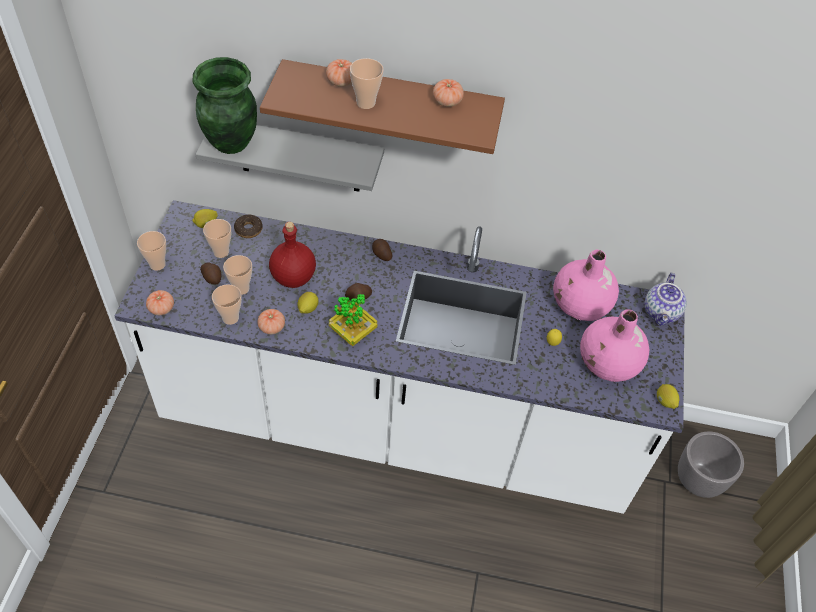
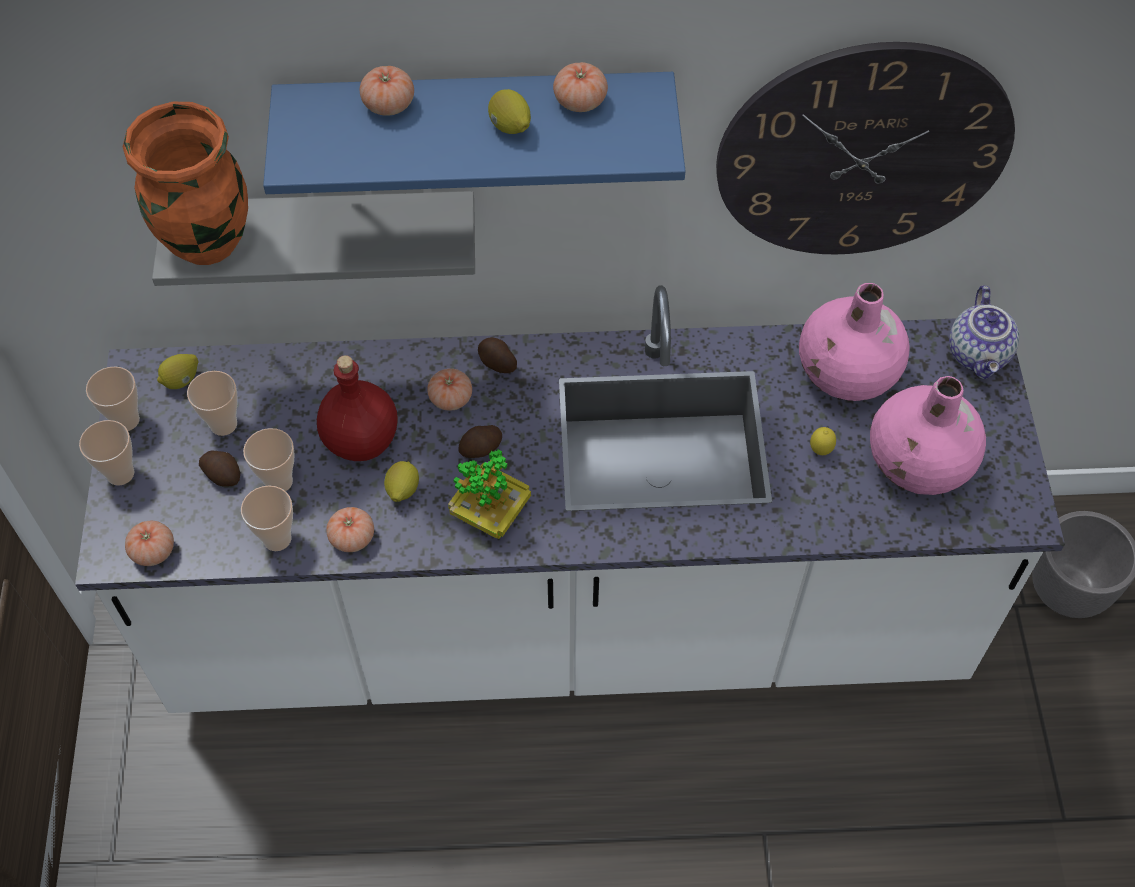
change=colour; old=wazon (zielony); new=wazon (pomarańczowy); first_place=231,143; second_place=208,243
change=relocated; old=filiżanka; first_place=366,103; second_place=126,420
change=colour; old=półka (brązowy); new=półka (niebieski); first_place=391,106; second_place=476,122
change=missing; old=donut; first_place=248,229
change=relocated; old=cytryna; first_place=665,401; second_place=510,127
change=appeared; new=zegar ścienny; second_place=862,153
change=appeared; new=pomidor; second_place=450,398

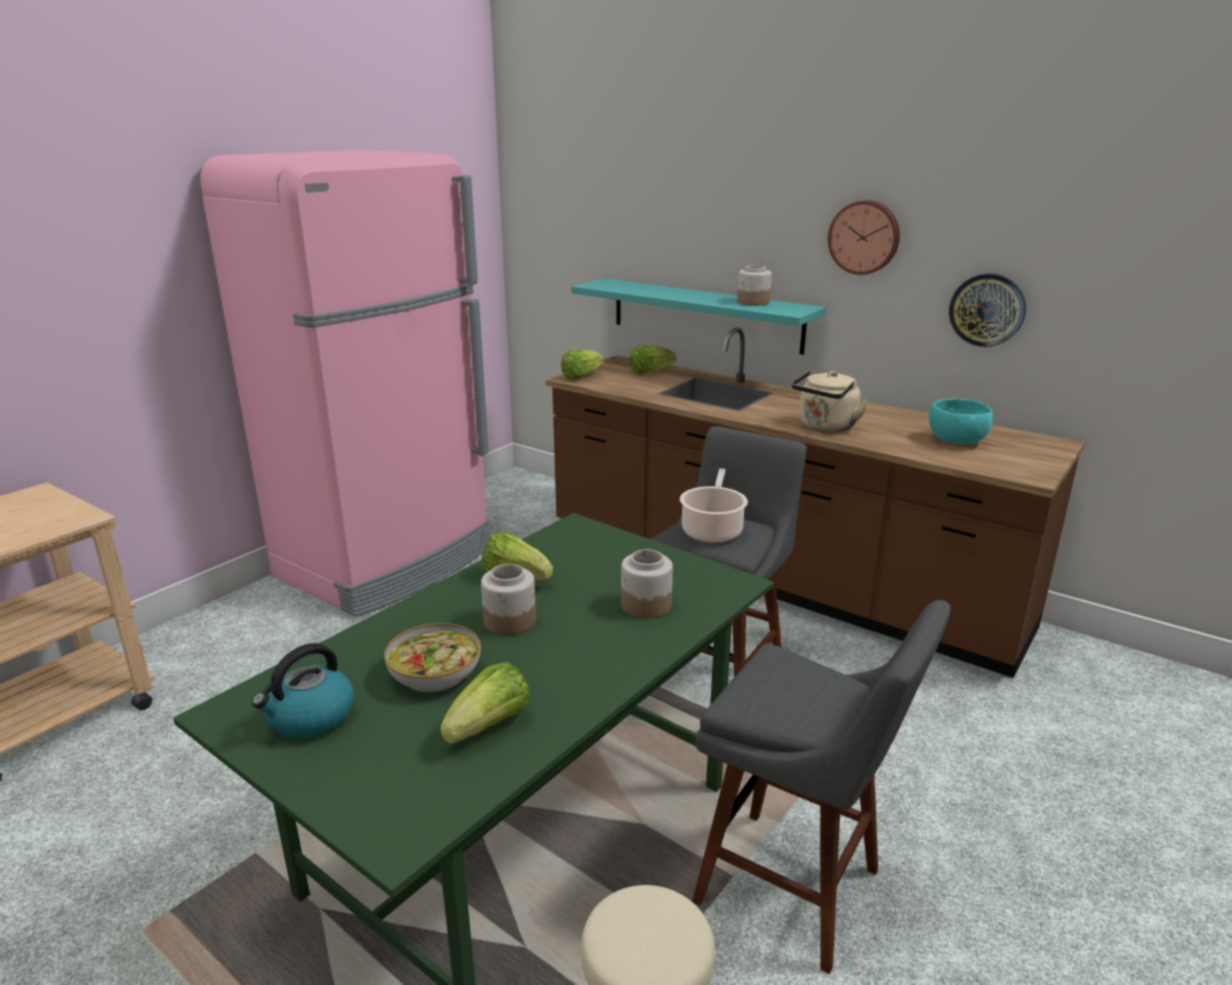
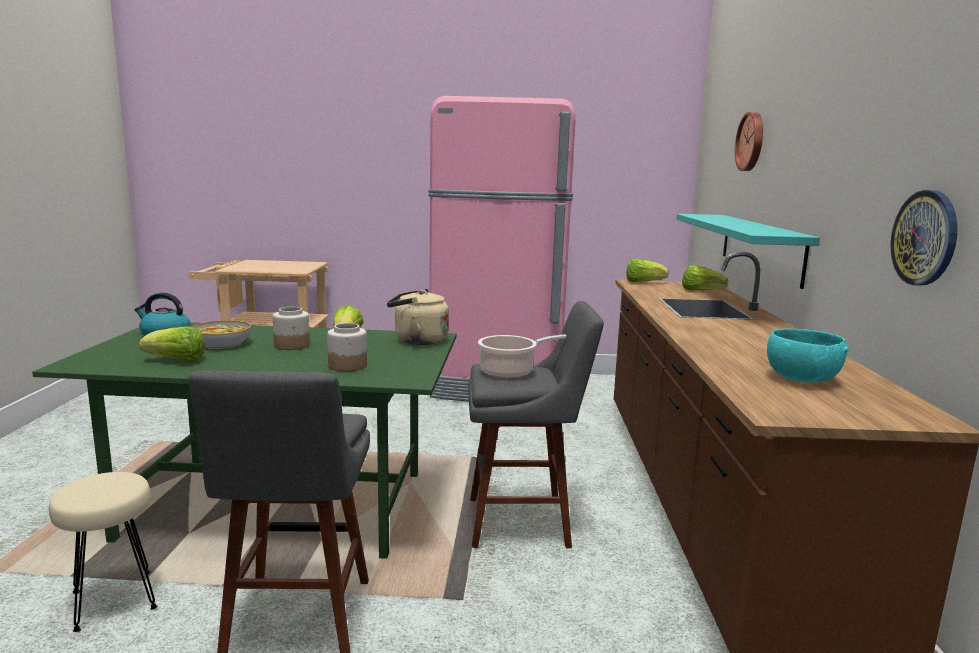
change=relocated; old=zegar ścienny; first_place=864,237; second_place=751,141
change=missing; old=słoik; first_place=753,302
change=relocated; old=czajnik (beżowy); first_place=825,427; second_place=417,340

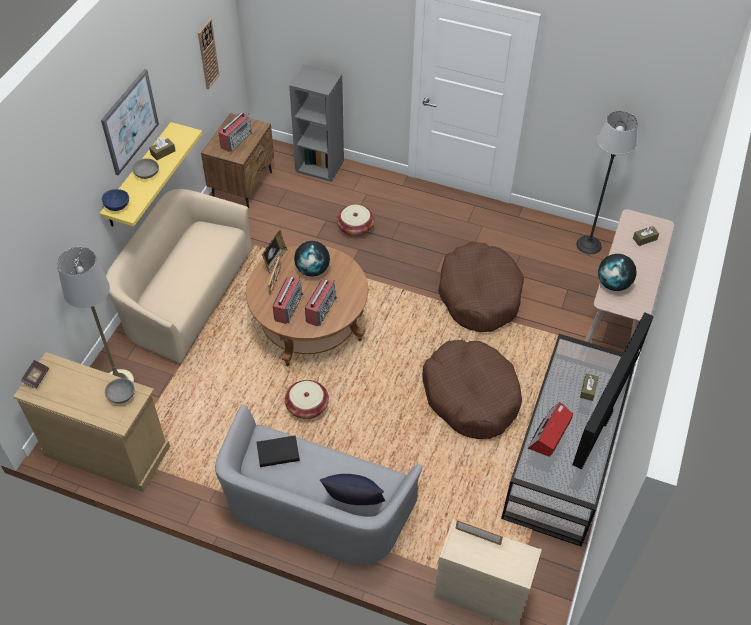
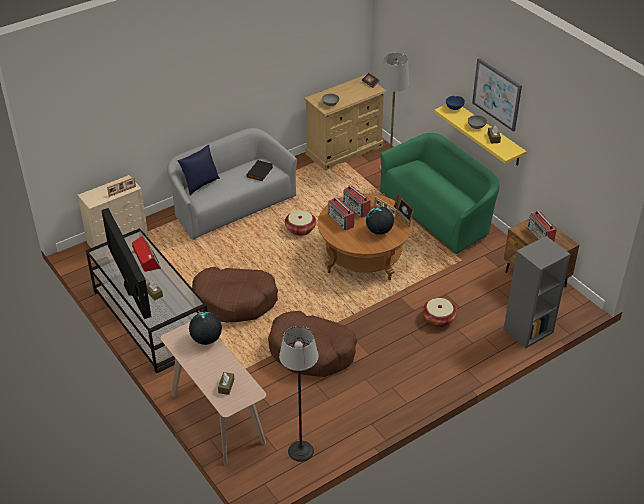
change=missing; old=zegar ścienny; first_place=208,54
change=colour; old=kanapa (beżowy); new=kanapa (zielony); first_place=185,296; second_place=438,213

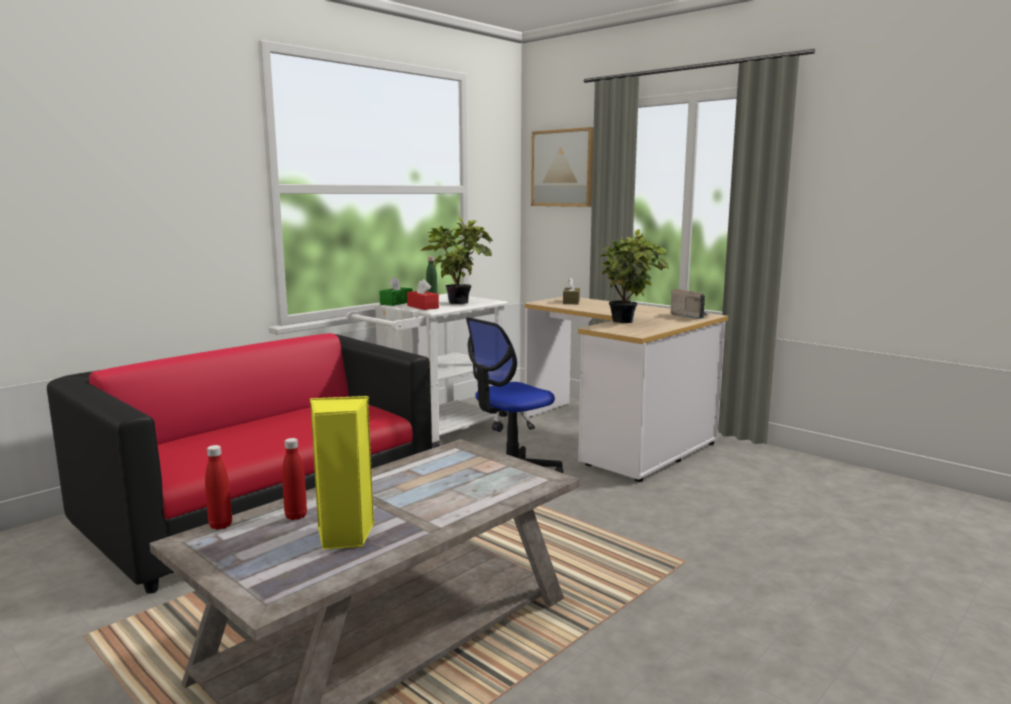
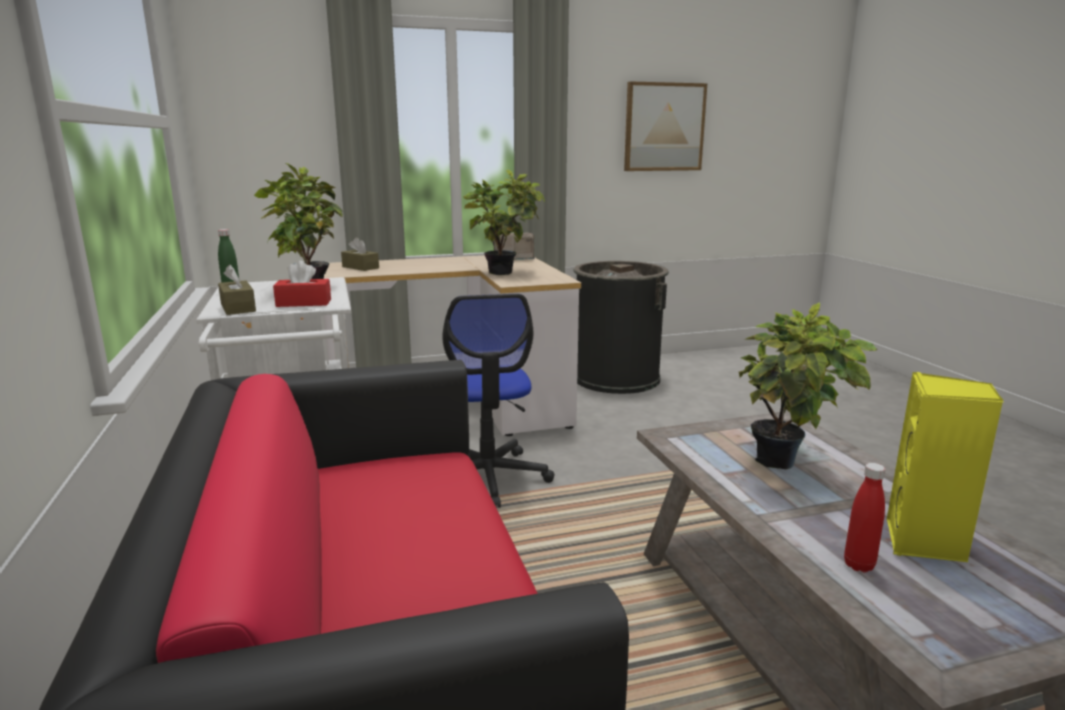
change=relocated; old=obraz; first_place=563,168; second_place=664,127
change=colour; old=pudełko chusteczek (zielony); new=pudełko chusteczek (brązowy); first_place=396,303; second_place=238,308
change=missing; old=butelka (czerwony); first_place=220,525
change=appeared; new=kosz na śmieci (czarny); second_place=616,378
change=appeared; new=roślina doniczkowa; second_place=785,466

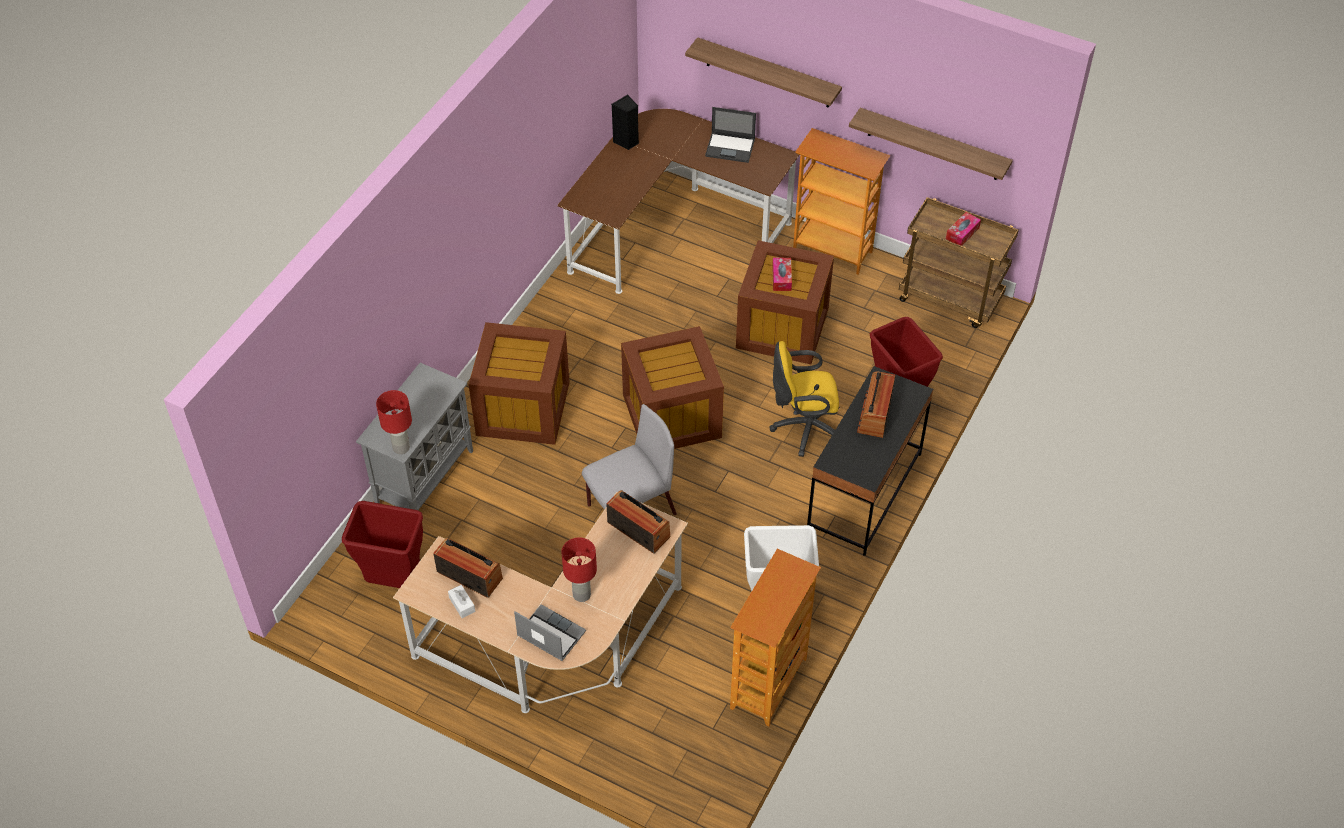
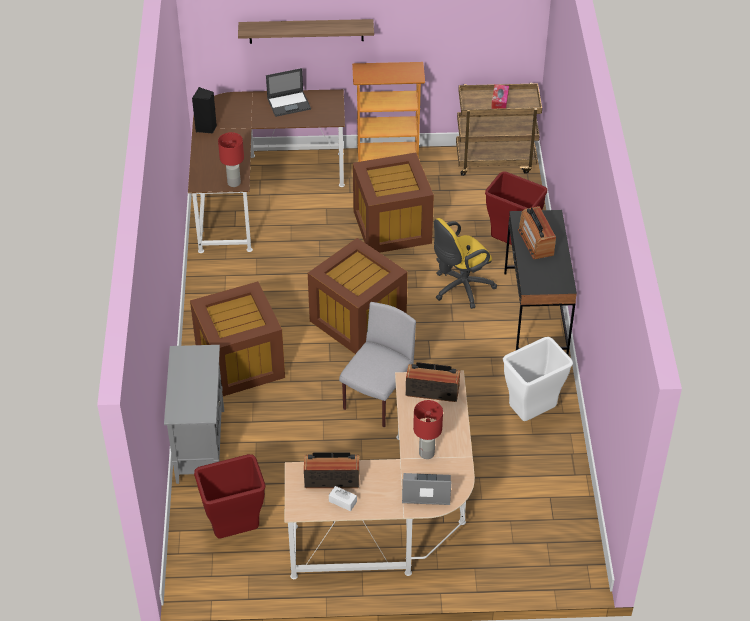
change=missing; old=półka; first_place=933,145
change=missing; old=pudełko chusteczek; first_place=781,278
change=relocated; old=lampa stołowa (czerwony); first_place=400,448; second_place=233,183
change=missing; old=regał; first_place=769,684

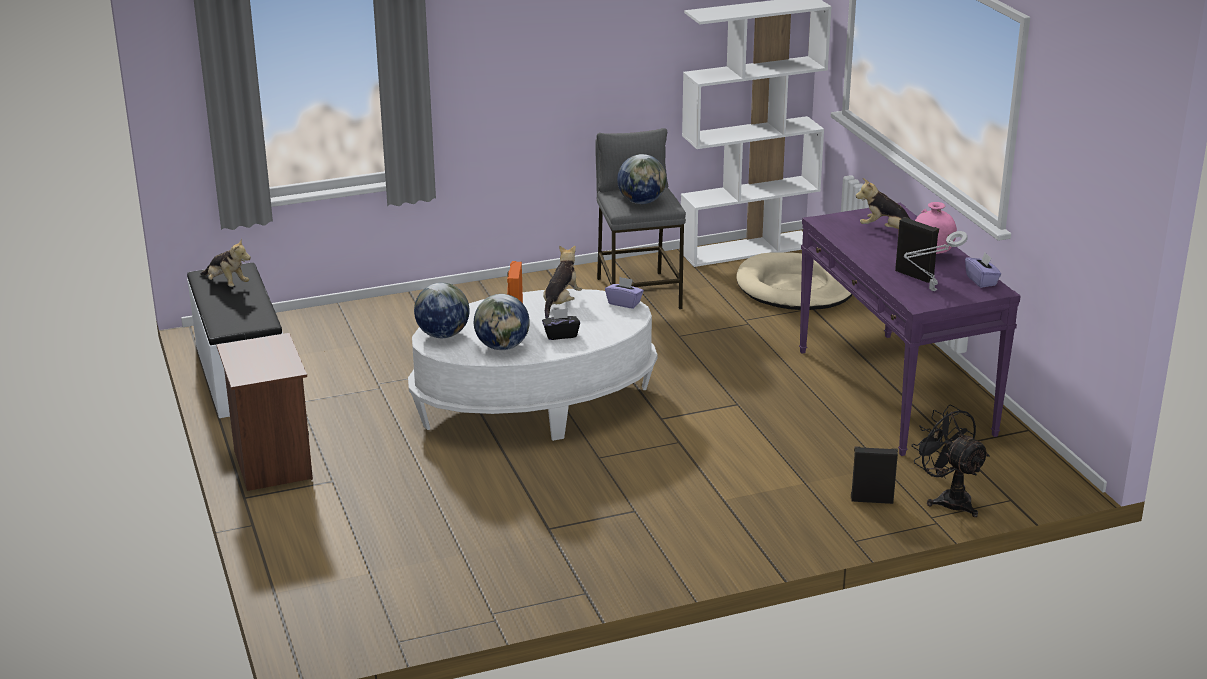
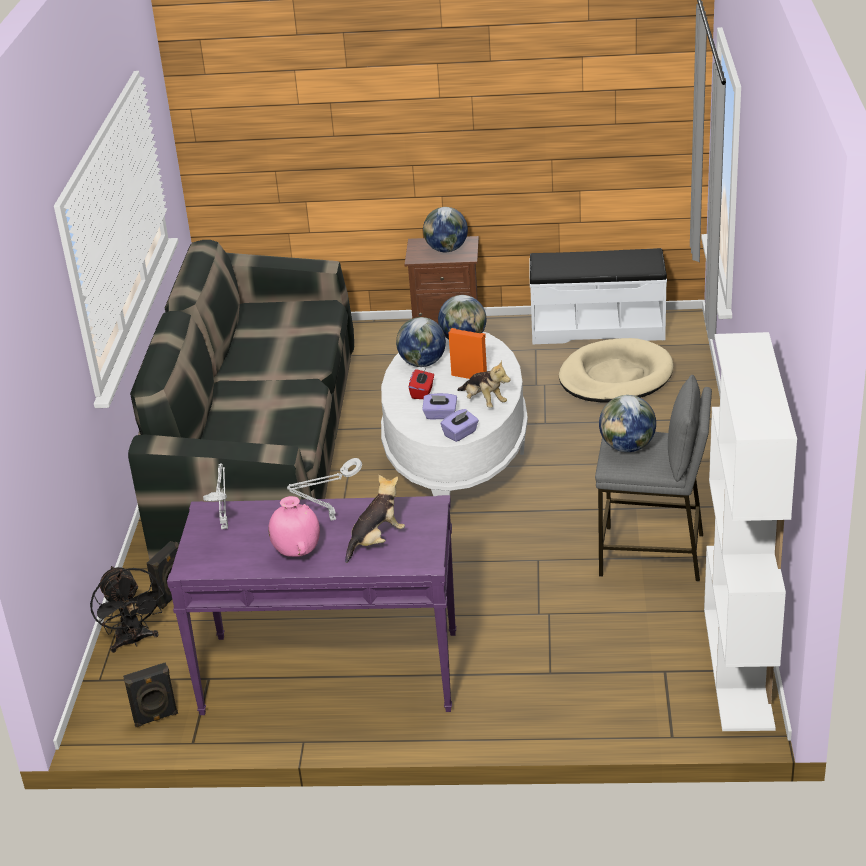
change=relocated; old=głośnik (czarny); first_place=915,275; second_place=156,718
change=missing; old=pluszak; first_place=226,284
change=relocated; old=legowisko (beżowy); first_place=794,288; second_place=615,377
change=relocated; old=pudełko chusteczek (fioletowy); first_place=981,281; second_place=440,415
change=colour; old=pudełko chusteczek (czarny); new=pudełko chusteczek (czerwony); first_place=561,335; second_place=422,392
change=spun; old=wentylator (czarny); first_place=948,499; second_place=133,641; degrees=75
change=appeared; new=globus; second_place=446,250
change=appeared; new=kanapa; second_place=262,449
change=appeared; new=lampa stołowa (szary); second_place=330,519

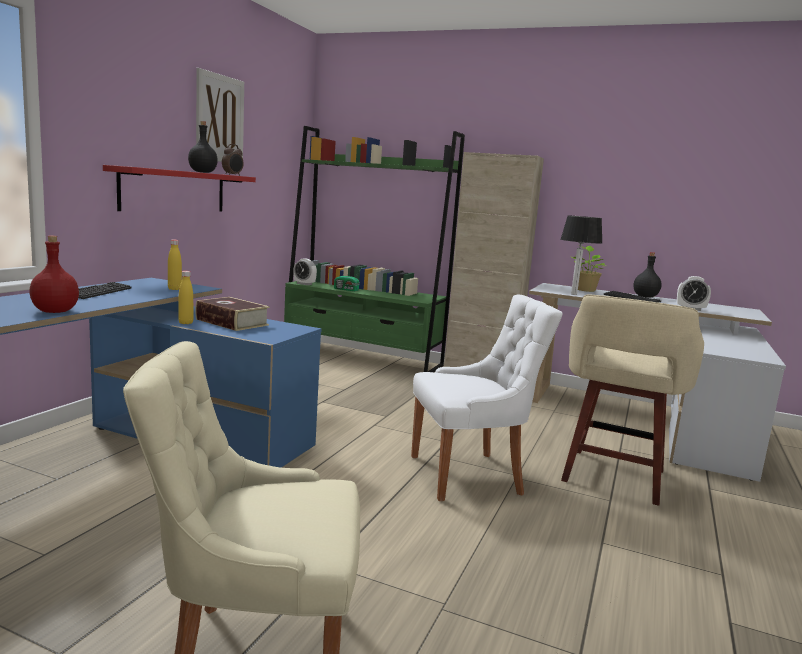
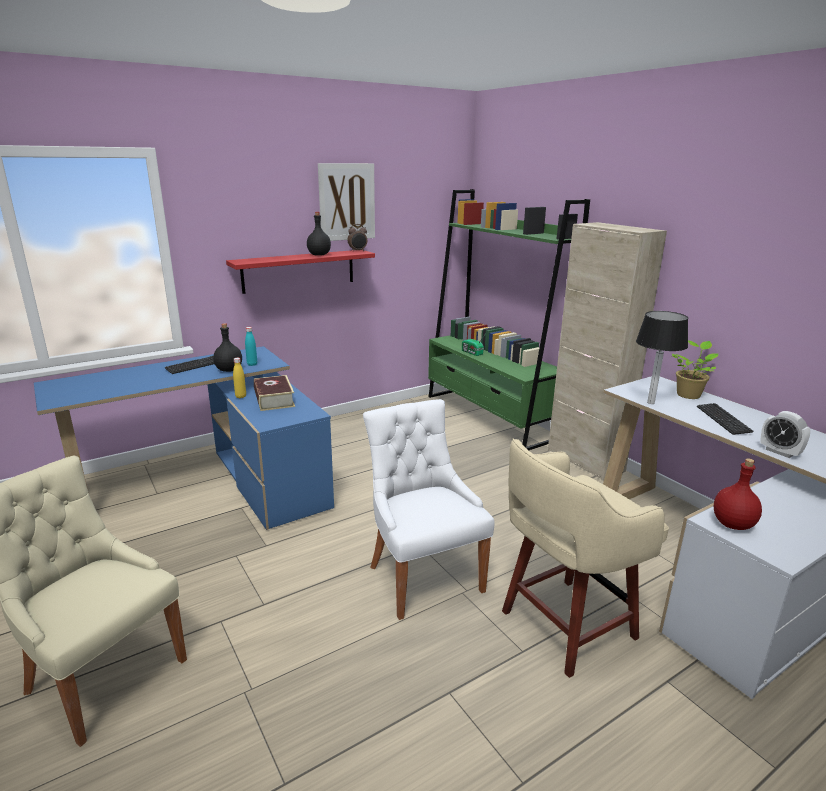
change=relocated; old=butelka (czerwony); first_place=56,311; second_place=733,524
change=colour; old=butelka (żółty); new=butelka (turkusowy); first_place=174,289; second_place=252,364
change=relocated; old=butelka (czarny); first_place=645,296; second_place=229,370
change=missing; old=budzik; first_place=304,284
change=spun; old=krzesło (biały); first_place=470,475; second_place=423,576; degrees=-135

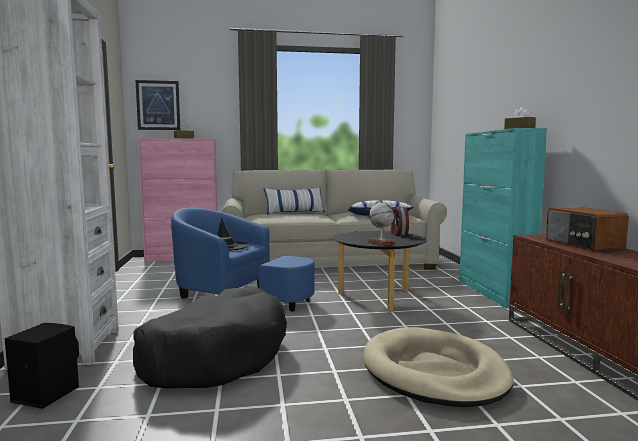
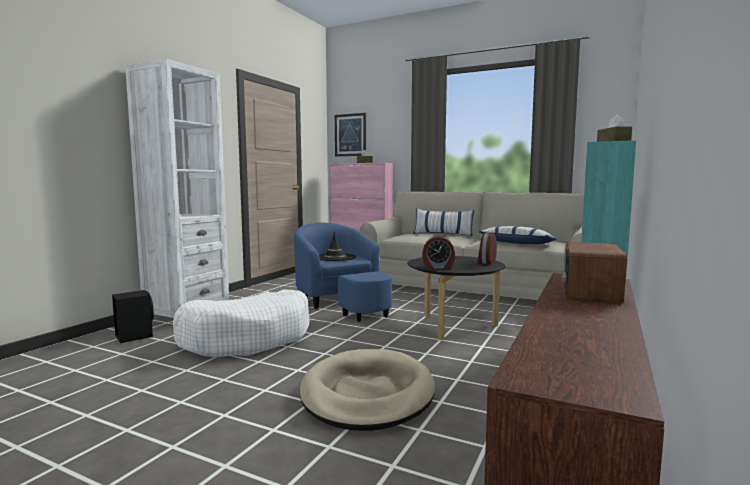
change=exchanged; old=globus; new=budzik; first_place=381,243; second_place=438,267
change=colour; old=legowisko (czarny); new=legowisko (biały); first_place=214,355; second_place=248,338

